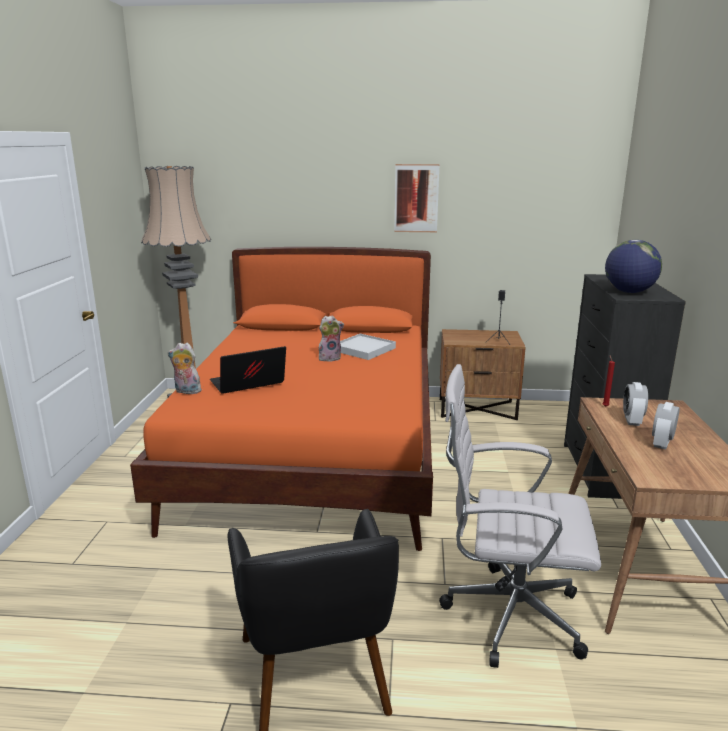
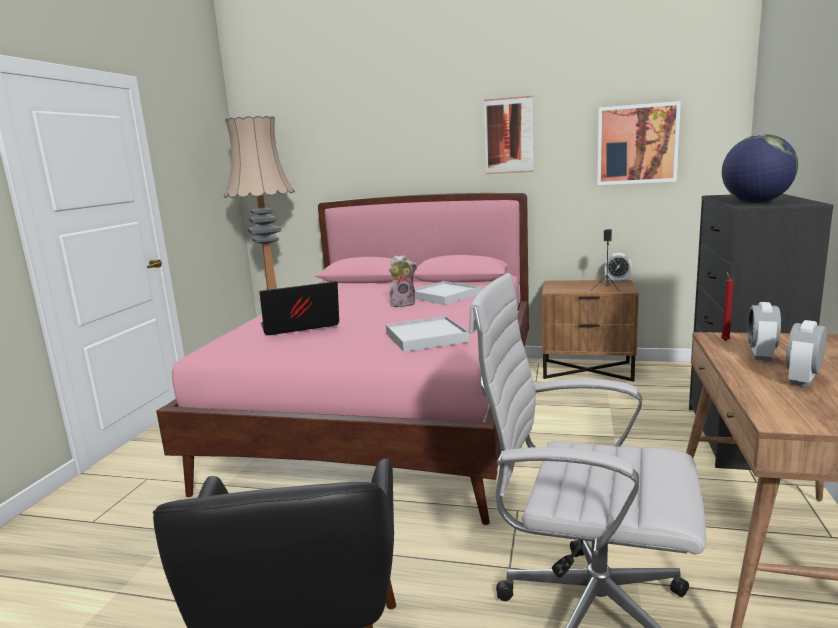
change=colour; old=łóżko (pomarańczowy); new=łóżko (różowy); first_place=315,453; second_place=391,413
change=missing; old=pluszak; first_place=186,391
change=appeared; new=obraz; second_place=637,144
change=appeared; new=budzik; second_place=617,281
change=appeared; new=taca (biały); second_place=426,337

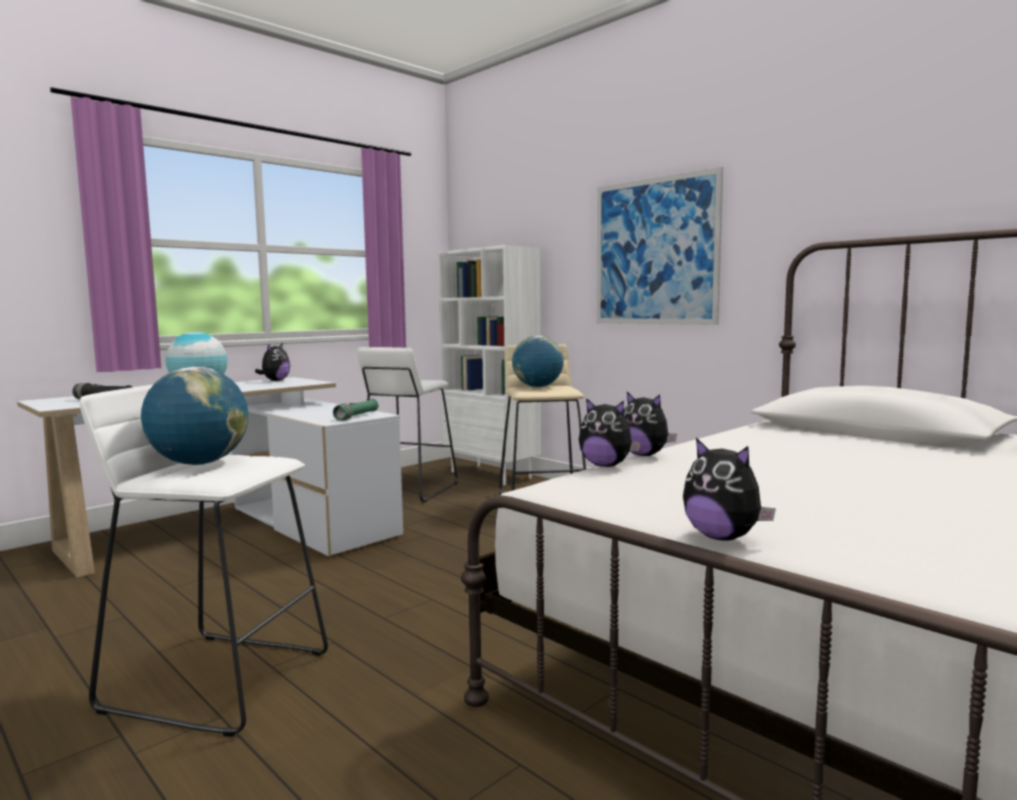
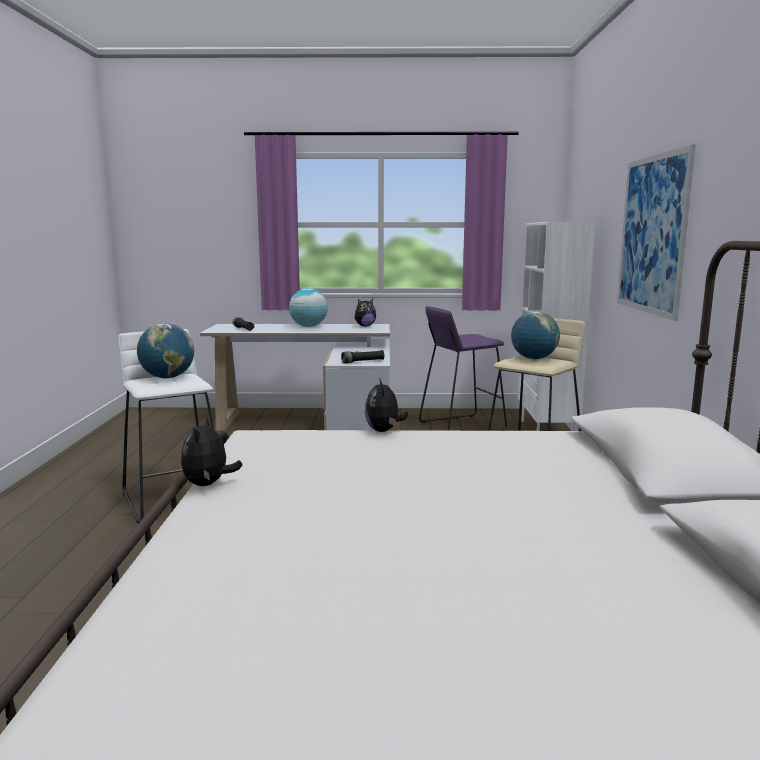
change=colour; old=stołek (biały); new=stołek (fioletowy); first_place=407,489; second_place=460,426
change=missing; old=pluszak; first_place=606,465
change=colour; old=latarka (zielony); new=latarka (czarny); first_place=357,416; second_place=363,362

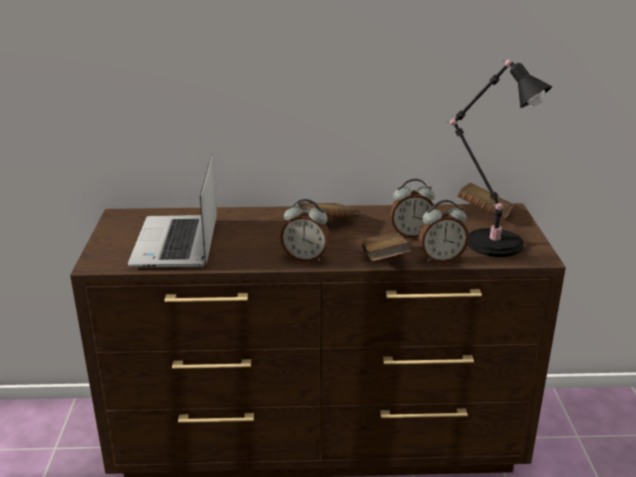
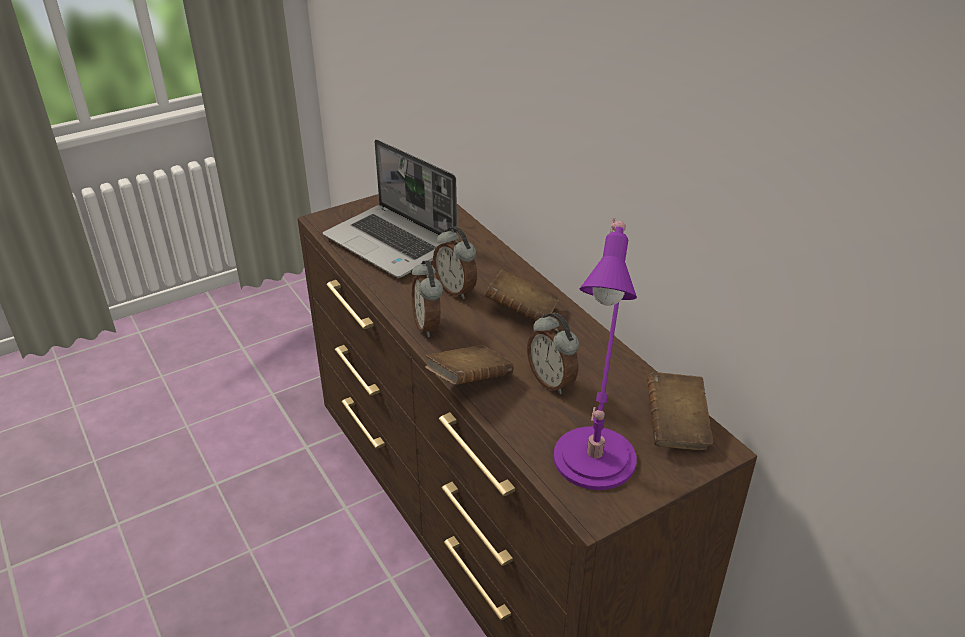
change=colour; old=lampa stołowa (czarny); new=lampa stołowa (fioletowy); first_place=490,241; second_place=596,453
change=spun; old=laptop; first_place=177,244; second_place=392,243; degrees=-105
change=relocated; old=budzik; first_place=441,259; second_place=456,289

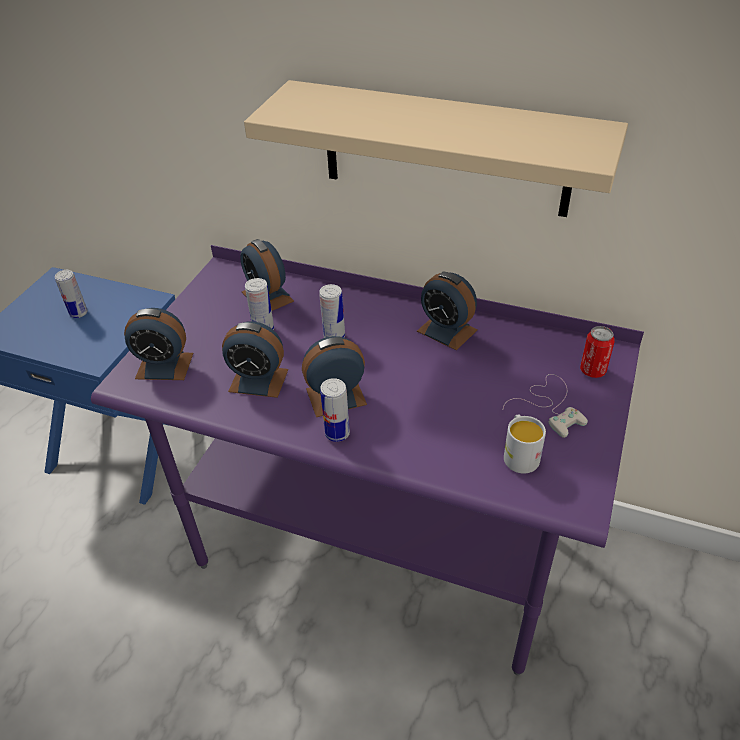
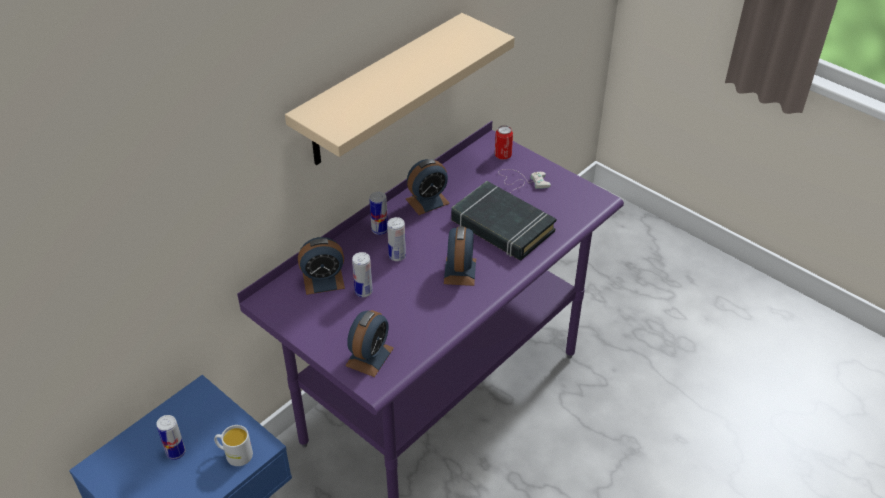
change=missing; old=budzik; first_place=258,380
change=relocated; old=puszka; first_place=337,433; second_place=379,230
change=relocated; old=kubek (biały); first_place=519,454; second_place=234,454
change=appeared; new=książka (czarny); second_place=502,226

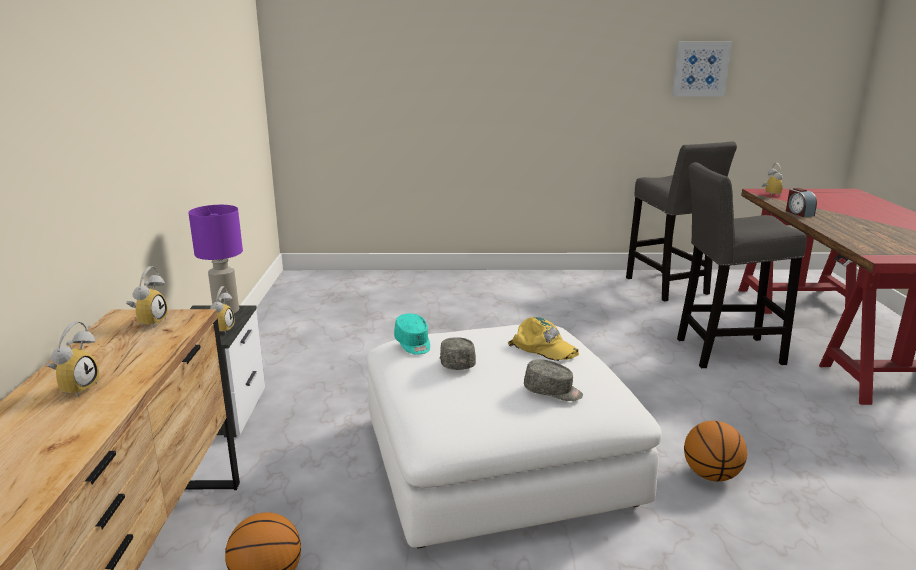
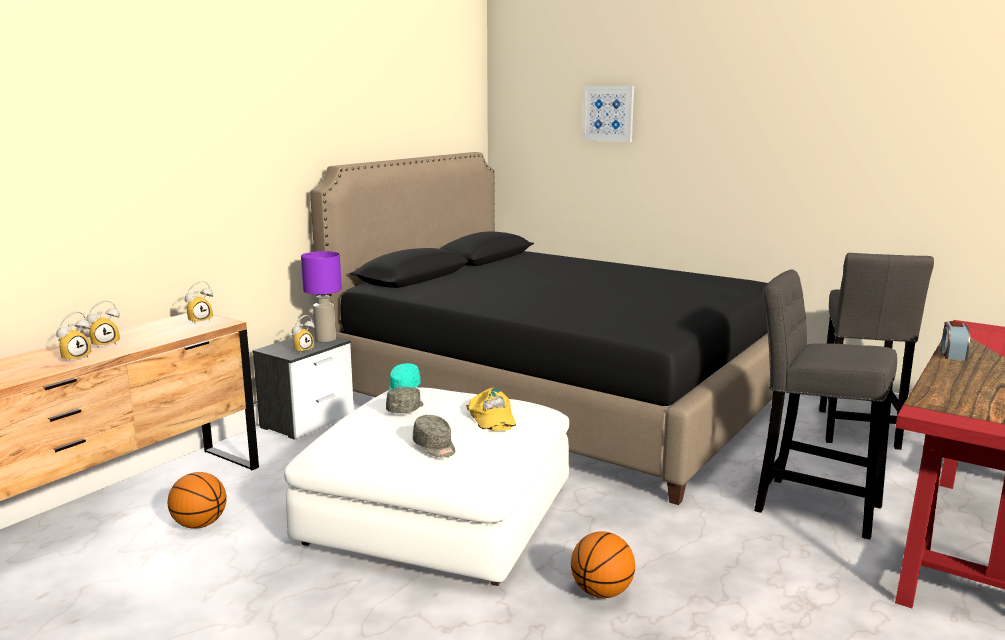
change=relocated; old=obraz; first_place=700,69; second_place=608,113
change=relocated; old=budzik; first_place=769,194; second_place=75,358
change=appeared; new=łóżko (czarny); second_place=556,400

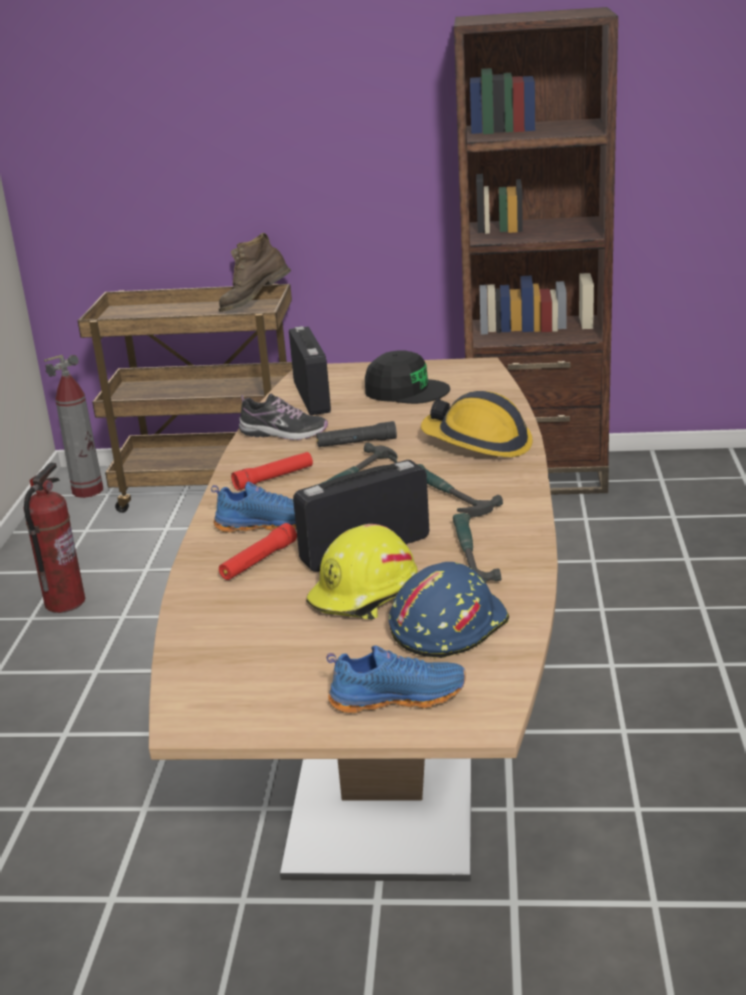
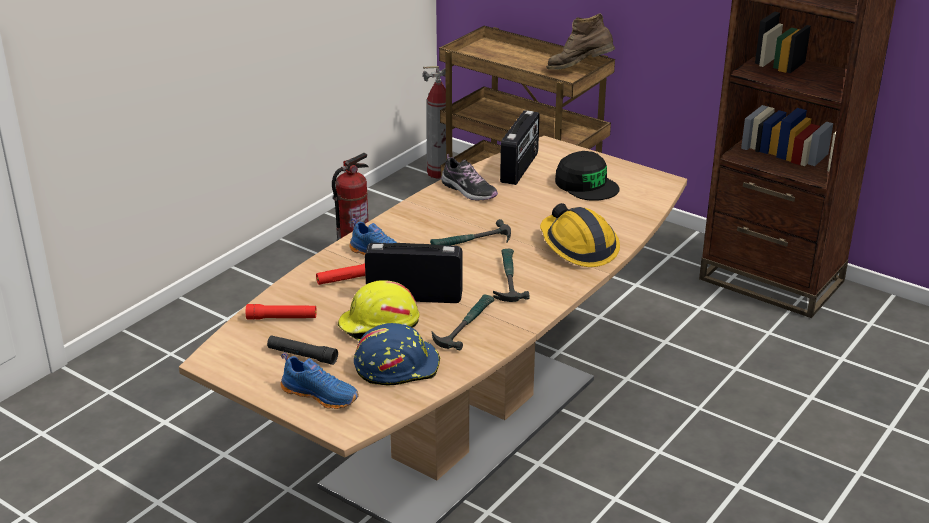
change=relocated; old=latarka (czarny); first_place=356,443; second_place=302,355
change=relocated; old=latarka (czerwony); first_place=274,478; second_place=282,318

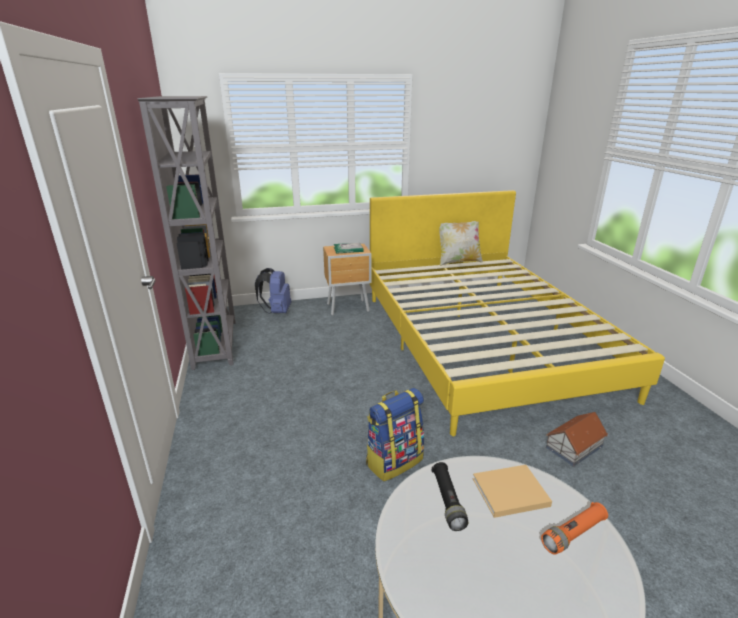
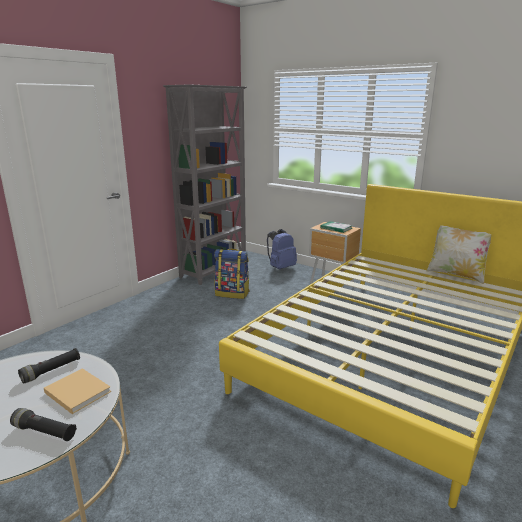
change=relocated; old=plecak; first_place=394,461; second_place=232,293
change=missing; old=domek; first_place=574,446
change=colour; old=latarka (pomarańczowy); new=latarka (czarny); first_place=573,534; second_place=44,432

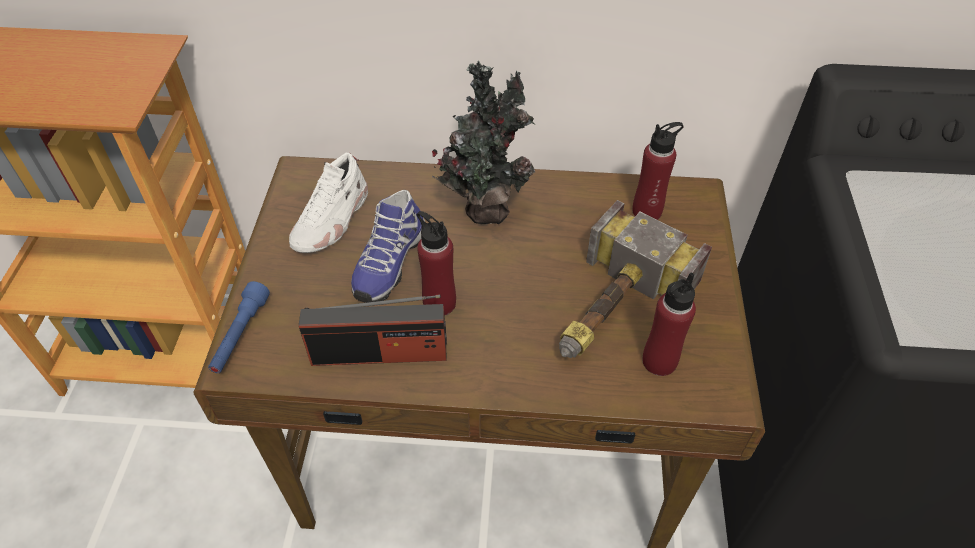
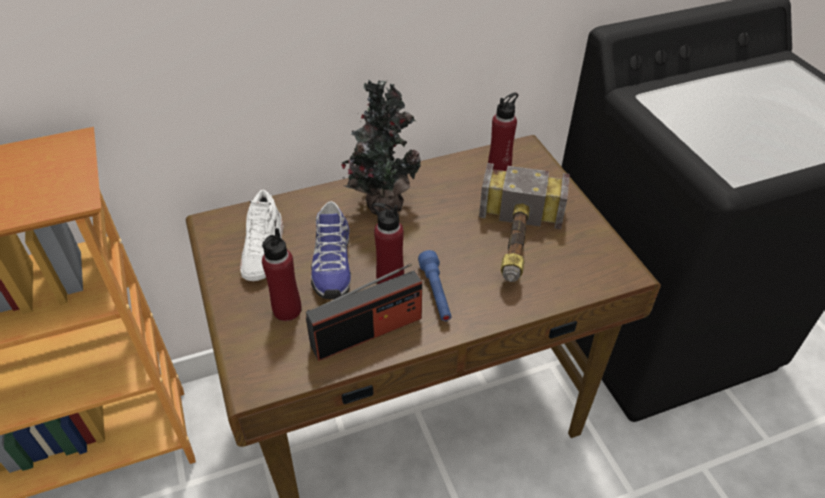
change=relocated; old=butelka (czerwony); first_place=659,361; second_place=287,310
change=relocated; old=latarka (niebieski); first_place=240,335; second_place=436,293

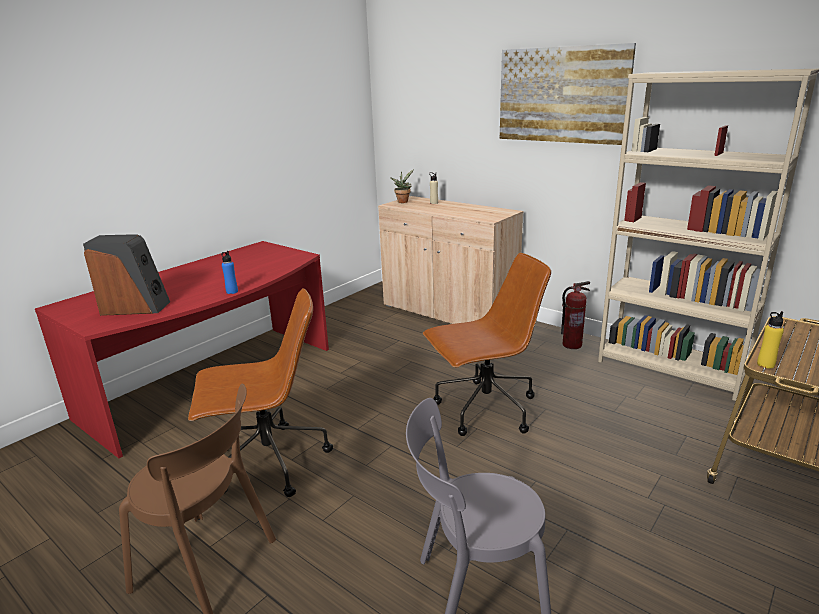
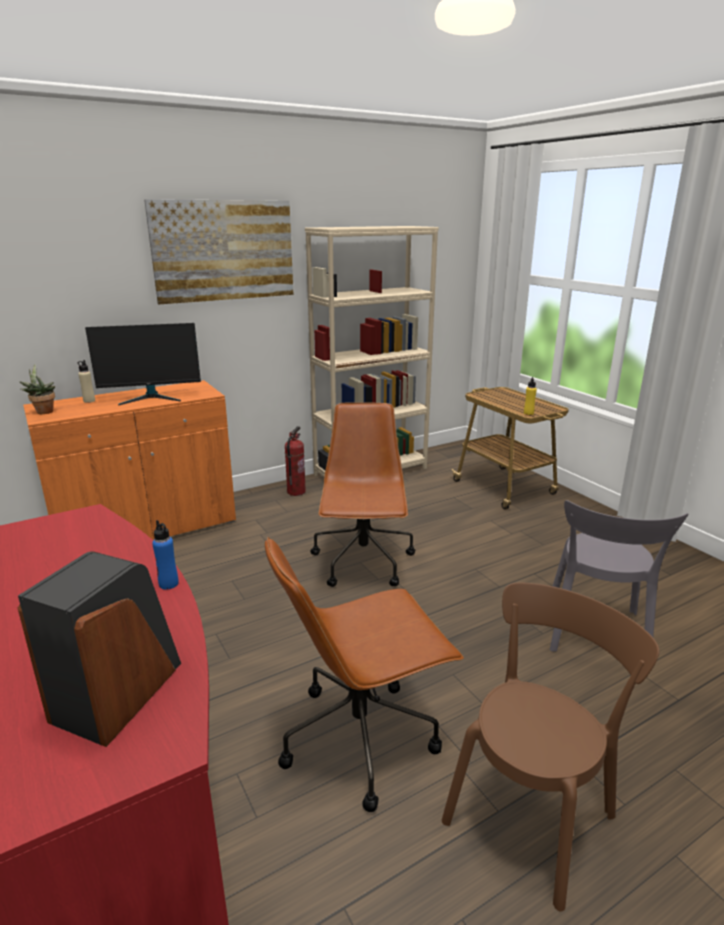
change=colour; old=szafka (beżowy); new=szafka (pomarańczowy); first_place=448,312; second_place=146,529
change=spun; old=krzesło biurowe (brązowy); first_place=268,463; second_place=361,737; degrees=-120
change=appeared; new=monitor; second_place=151,398

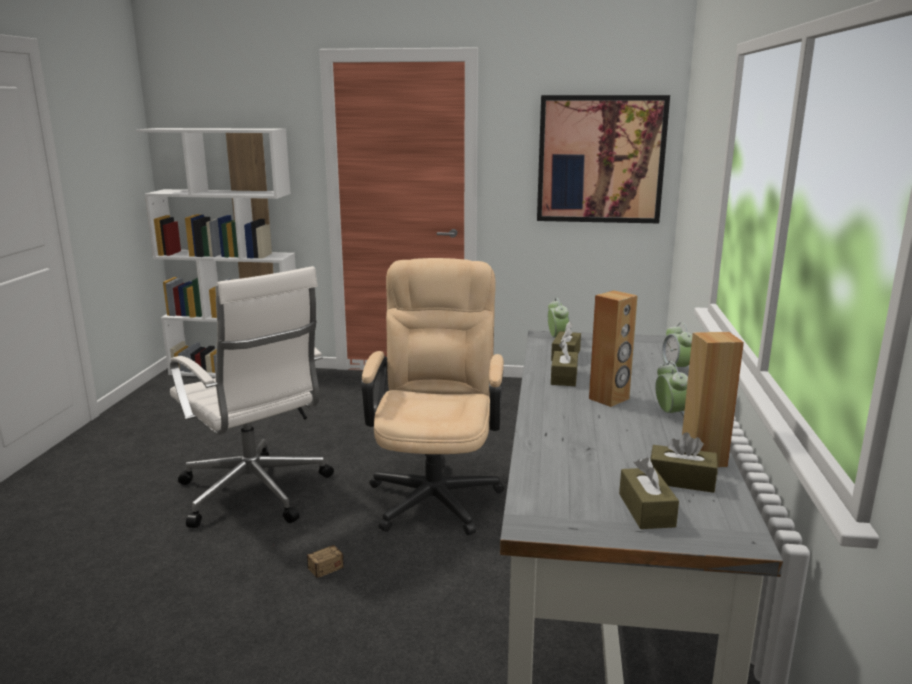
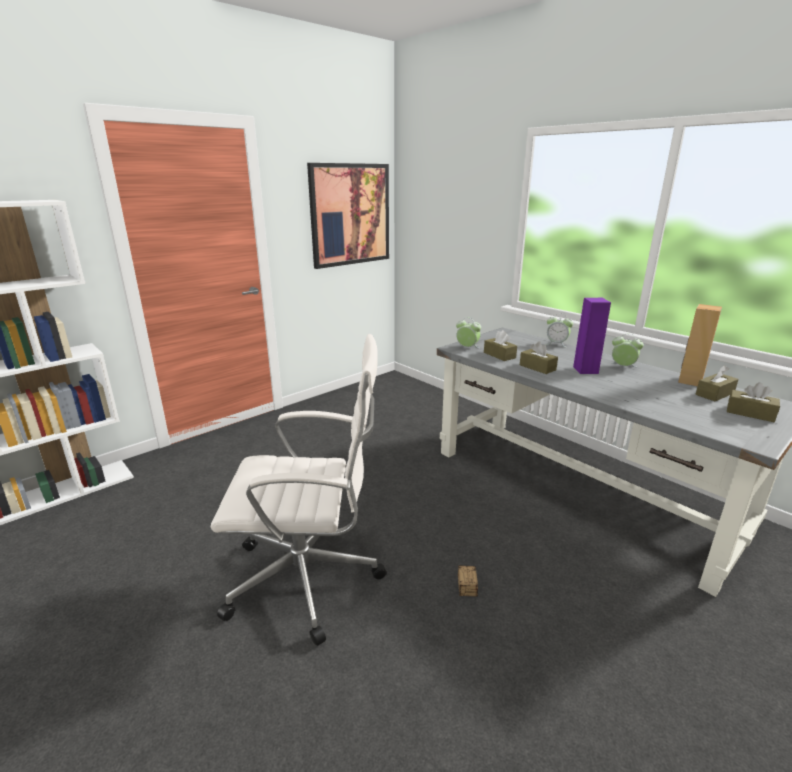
change=missing; old=krzesło biurowe (beżowy); first_place=436,491
change=colour; old=głośnik (brązowy); new=głośnik (fioletowy); first_place=609,399; second_place=586,370

